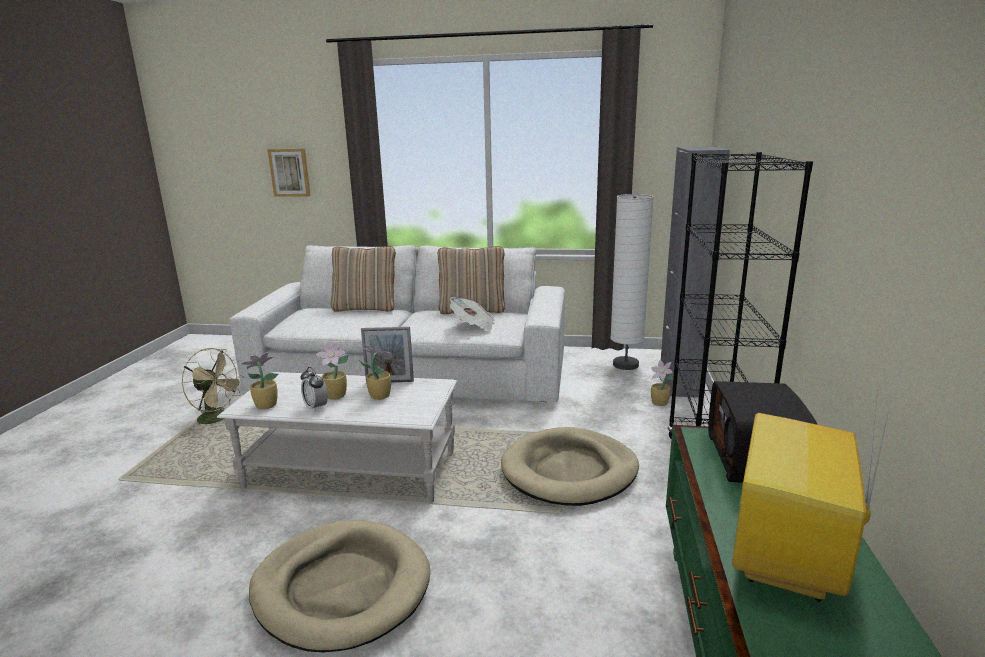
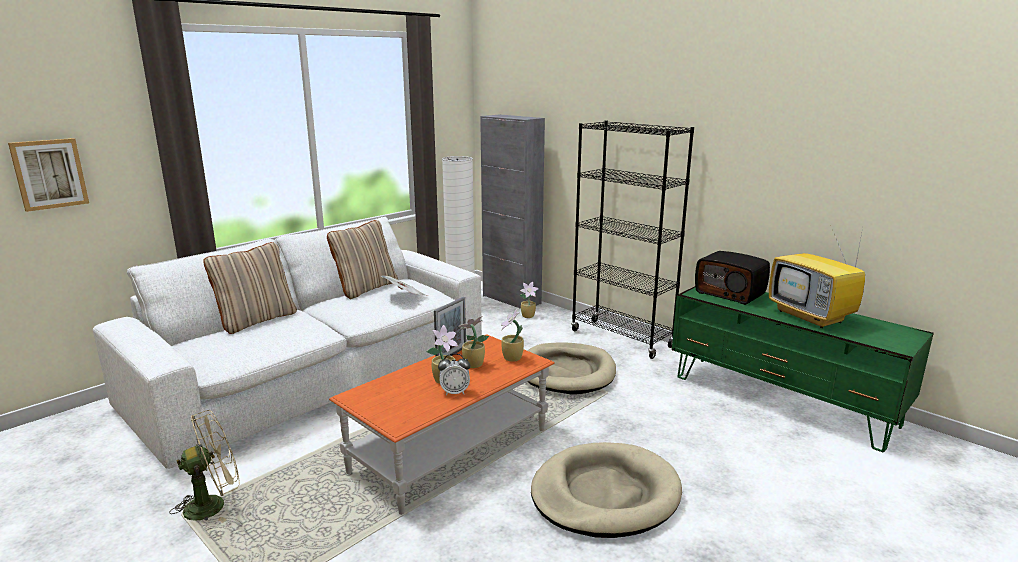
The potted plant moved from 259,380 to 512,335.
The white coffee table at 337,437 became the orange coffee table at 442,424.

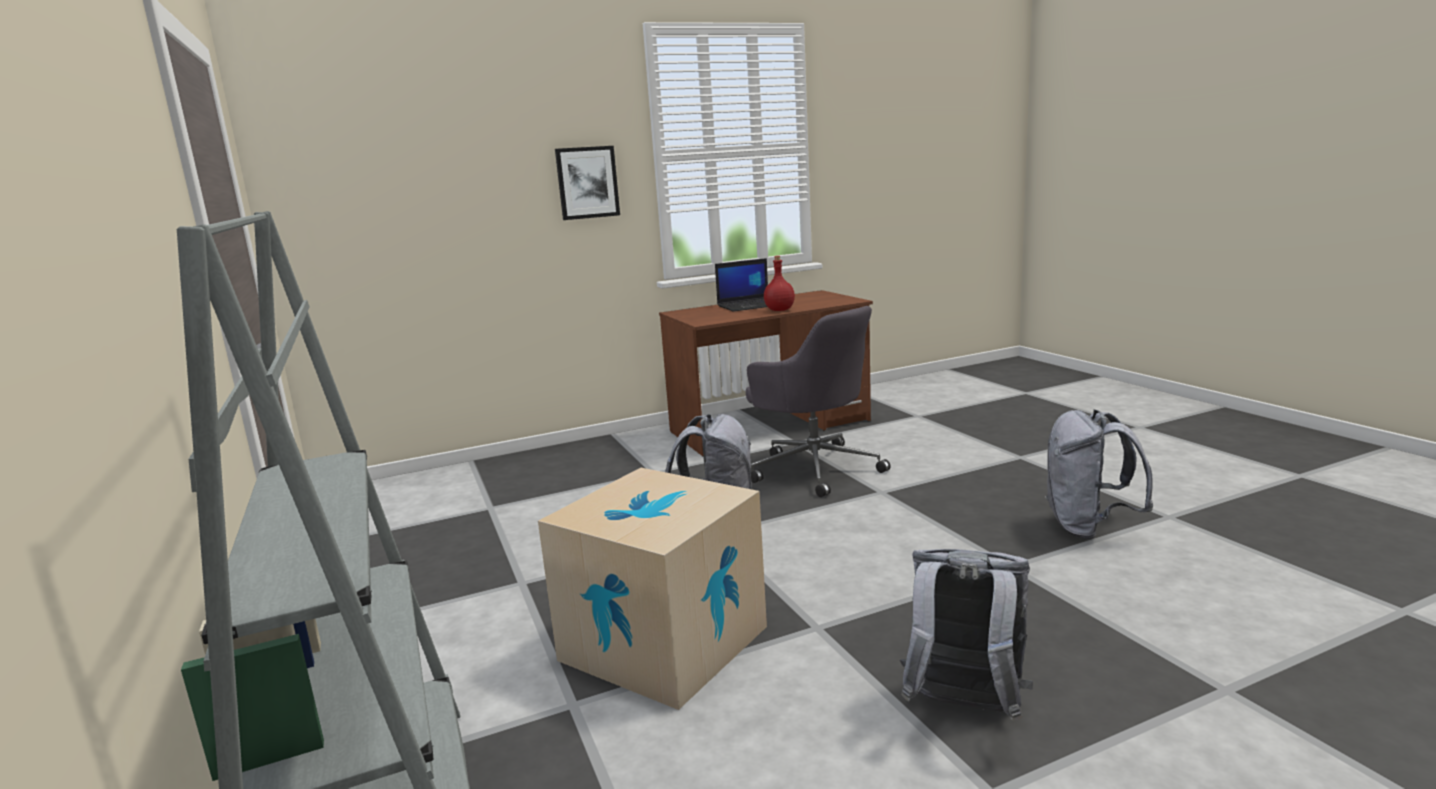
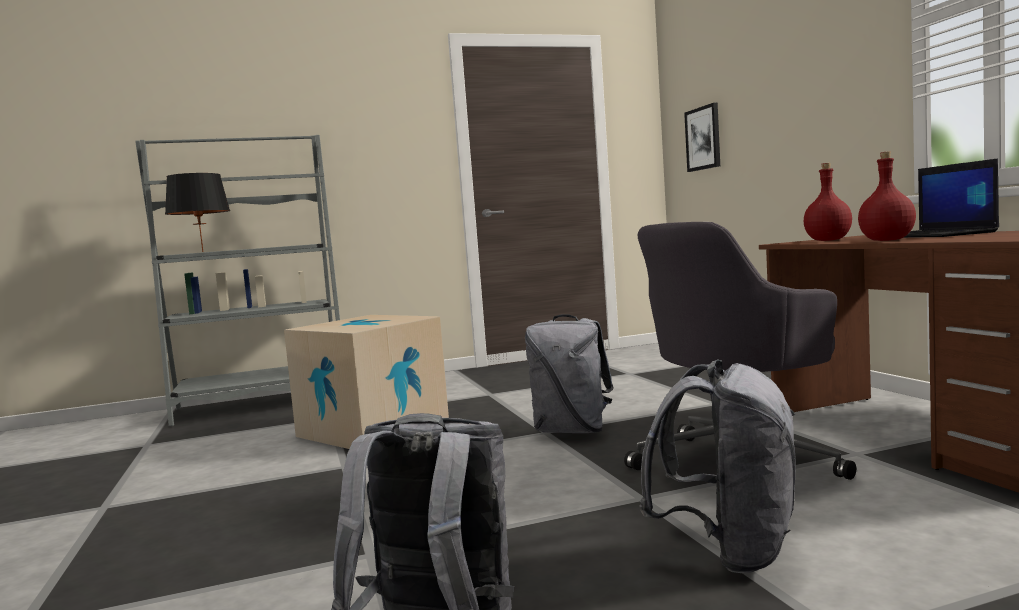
The picture moved from 587,183 to 702,137.
The grey backpack moved from 966,635 to 717,466.
The red bottle at 828,202 appeared.
The black table lamp at 197,212 appeared.

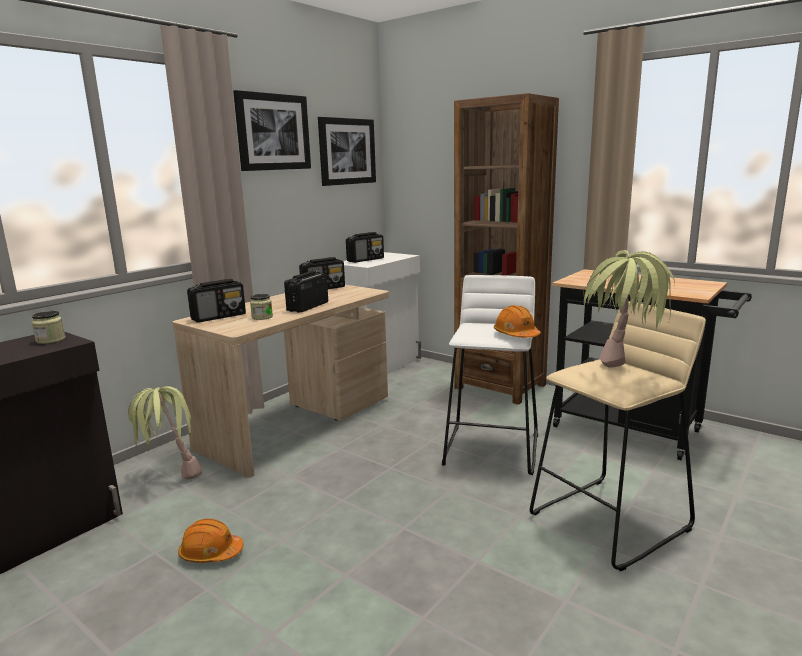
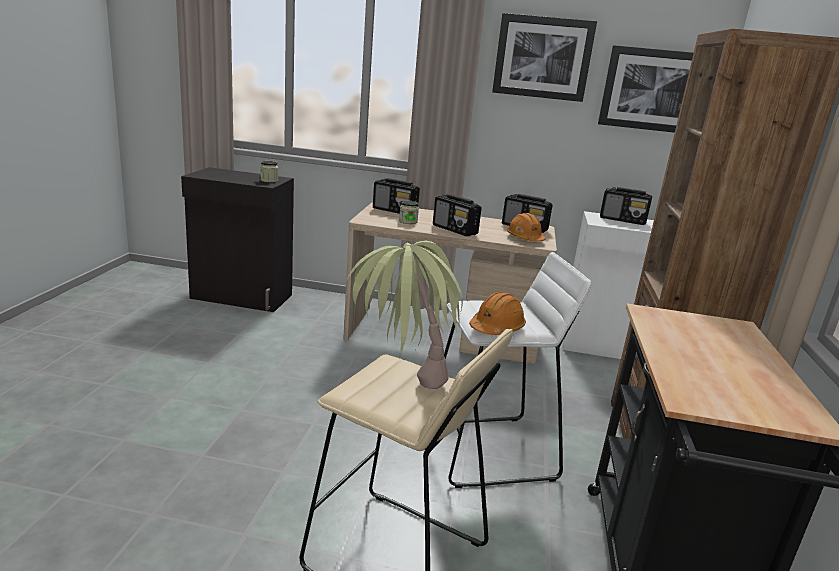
The radio at 306,292 turned 135 degrees counterclockwise.
The potted plant at 165,432 disappeared.
The orange hard hat moved from 210,540 to 526,227.

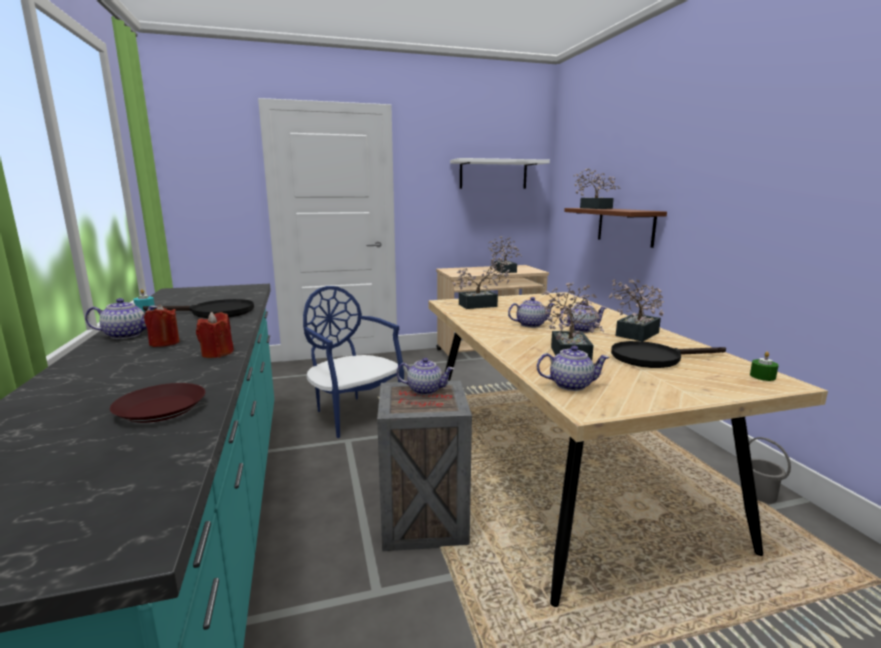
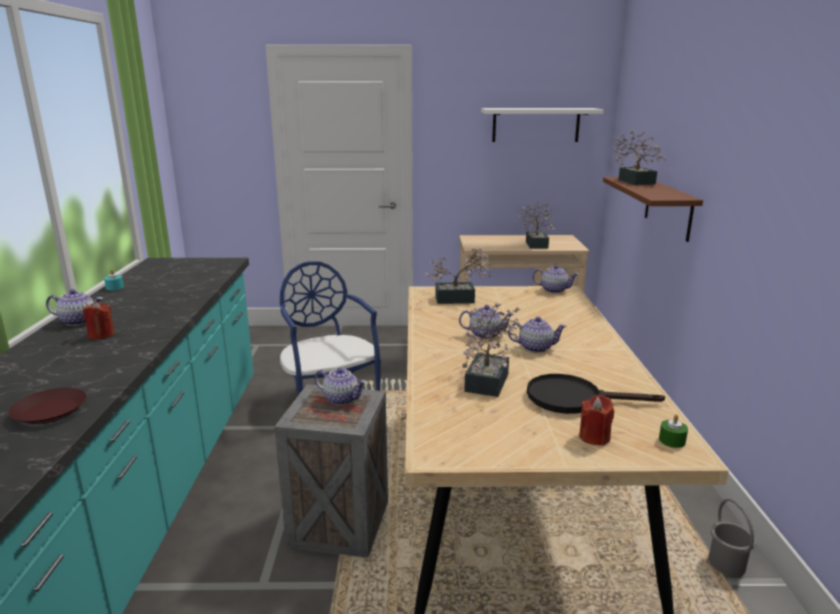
The potted plant at 636,310 disappeared.
The black frying pan at 198,308 disappeared.
The red candle moved from 215,335 to 596,420.
The teapot moved from 573,368 to 555,279.

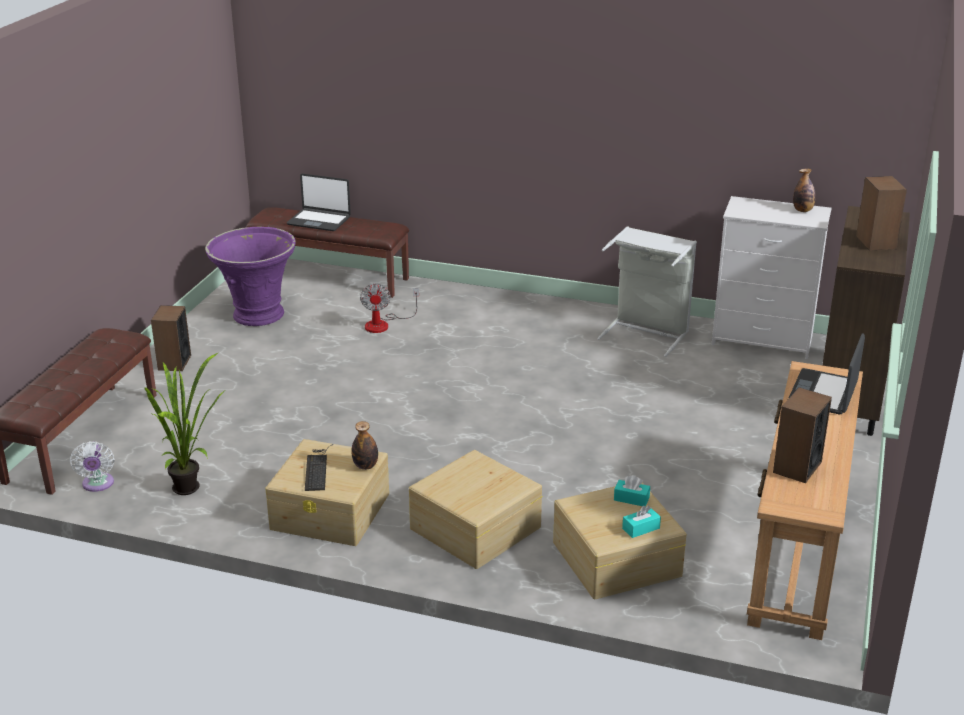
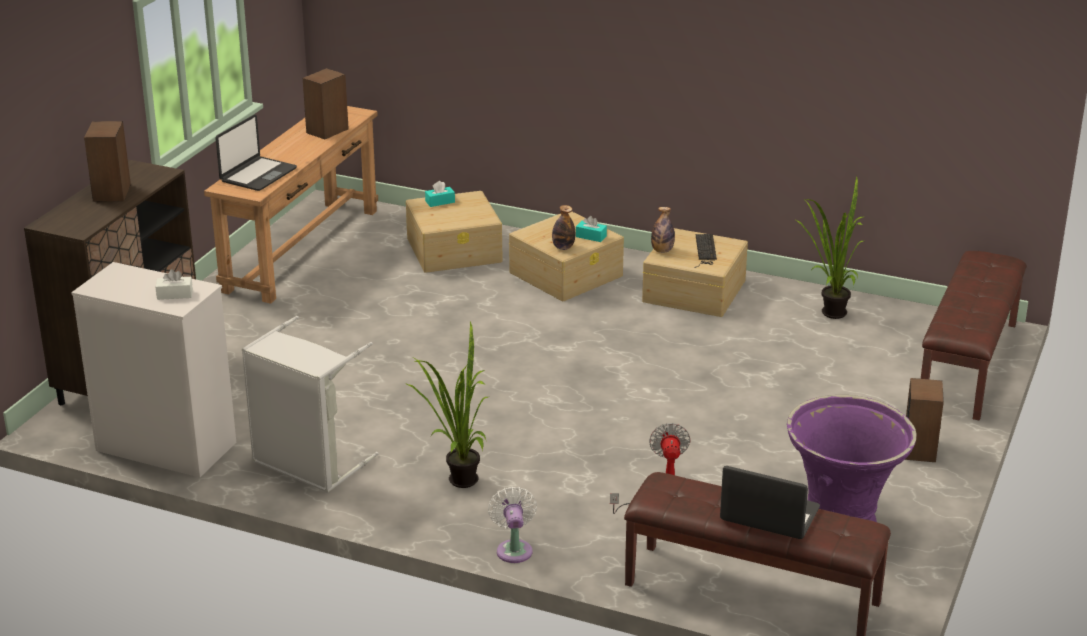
The bottle moved from 804,190 to 563,227.
The white fan moved from 92,466 to 512,524.
The turquoise tissue box moved from 632,491 to 591,229.
The white tissue box at 174,284 appeared.
The potted plant at 446,404 appeared.

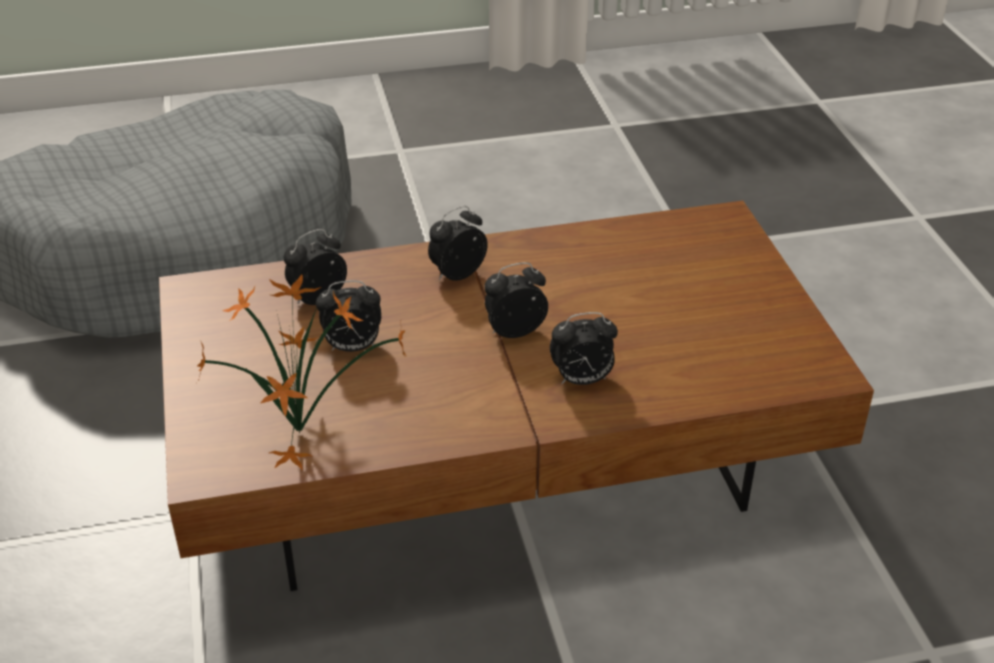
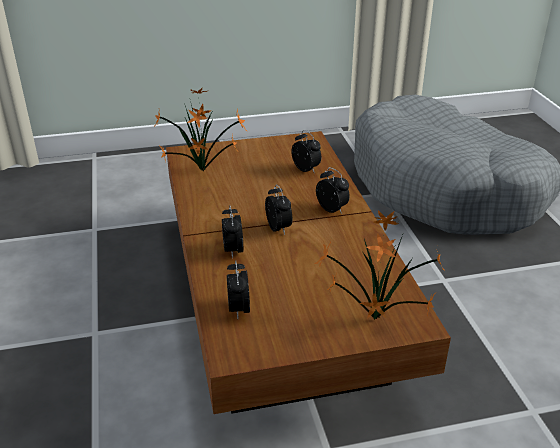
The alarm clock moved from 348,316 to 238,289.
The potted plant at 379,265 appeared.

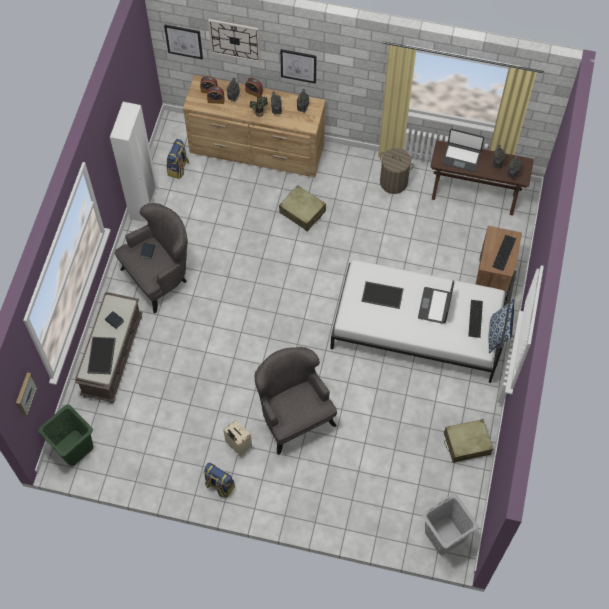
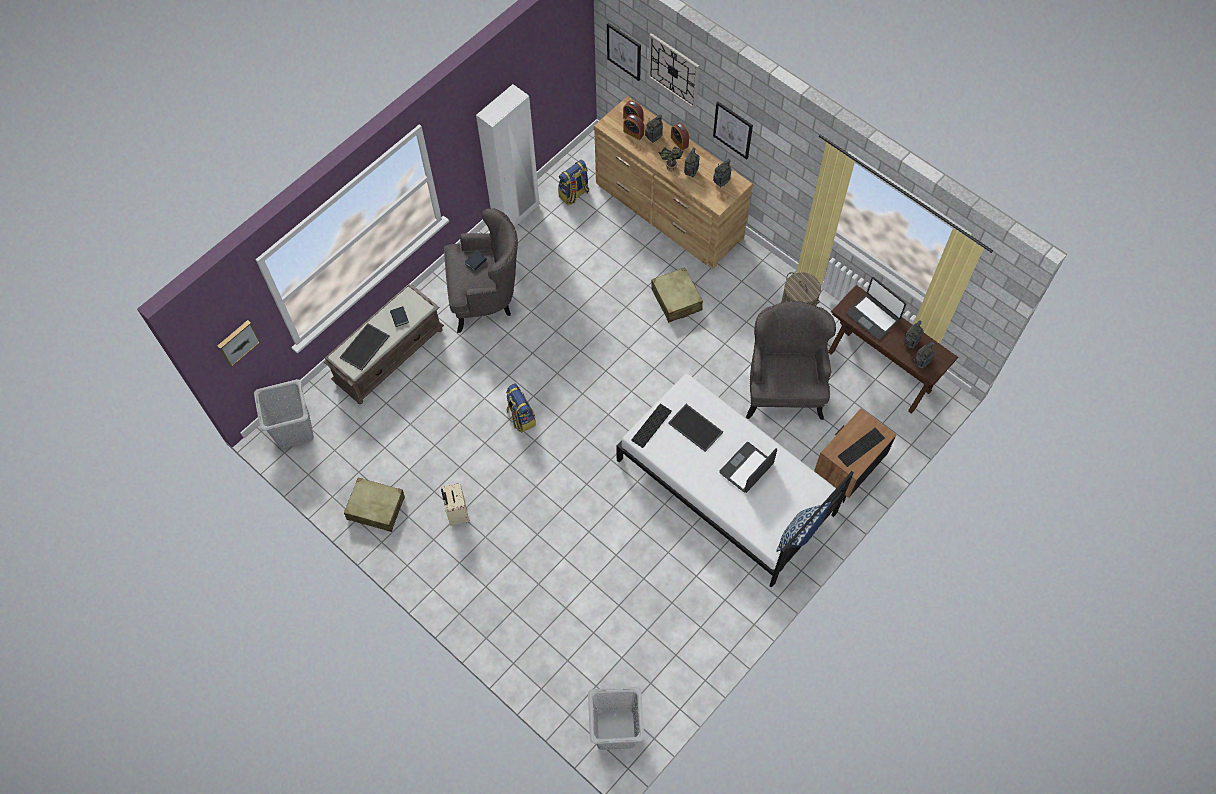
The keyboard moved from 475,319 to 651,426.
The grey armchair moved from 296,401 to 791,360.
The green laundry basket at 65,435 became the grey laundry basket at 284,413.
The beige suitcase moved from 468,441 to 374,505.
The backpack moved from 219,480 to 521,408.

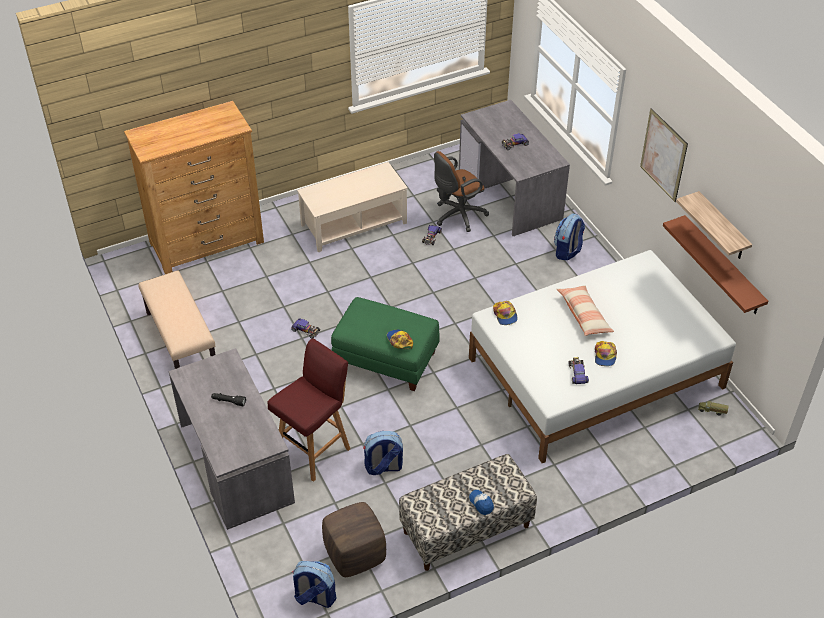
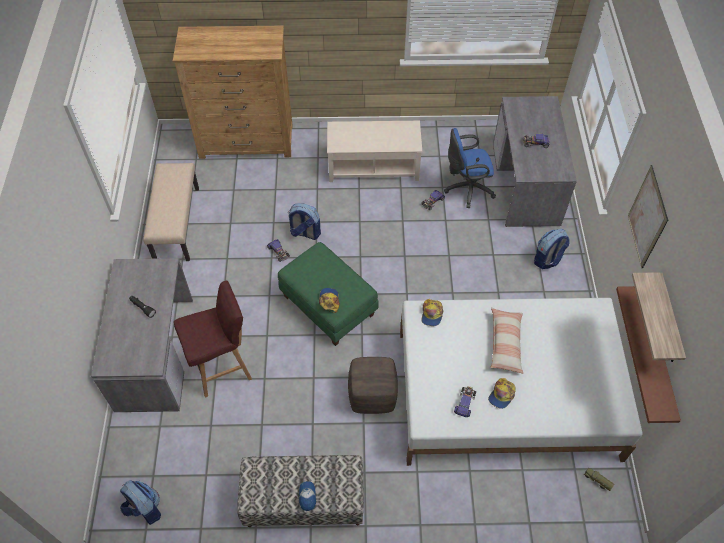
The brown office chair at 461,191 became the blue office chair at 470,168.
The backpack moved from 383,453 to 304,221.
The brown ottoman moved from 354,539 to 373,385.

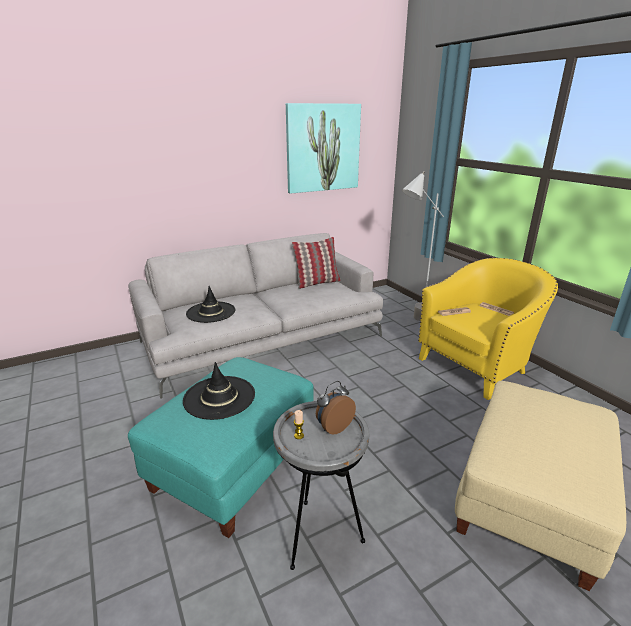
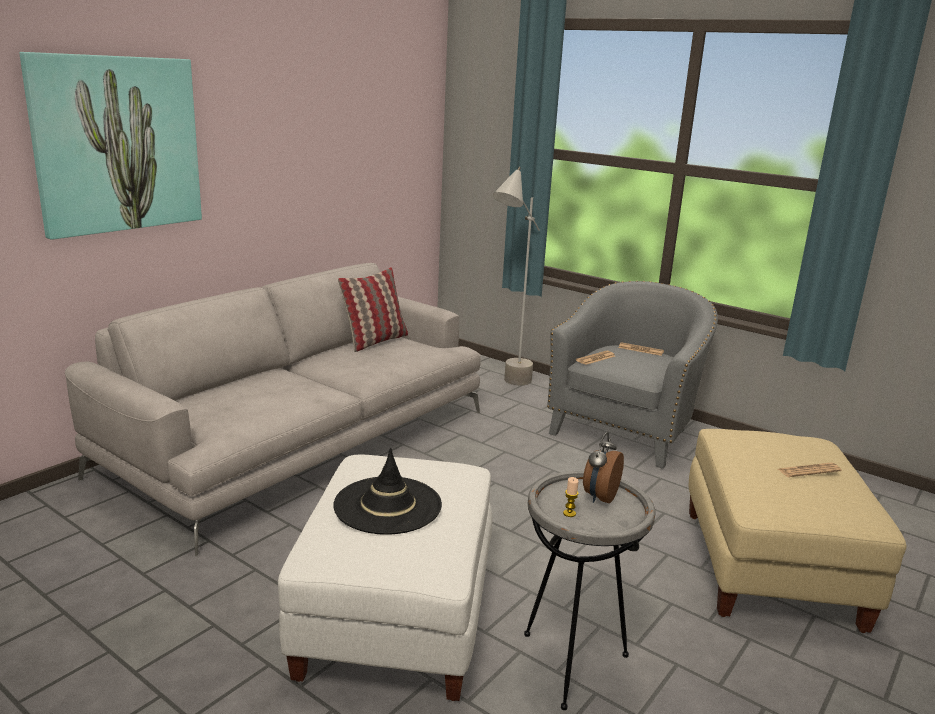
The picture moved from 323,148 to 110,146.
The yellow armchair at 488,329 became the grey armchair at 632,375.
The black hat at 210,304 disappeared.
The turquoise ottoman at 221,447 became the white ottoman at 385,578.
The newspaper at 809,470 appeared.

